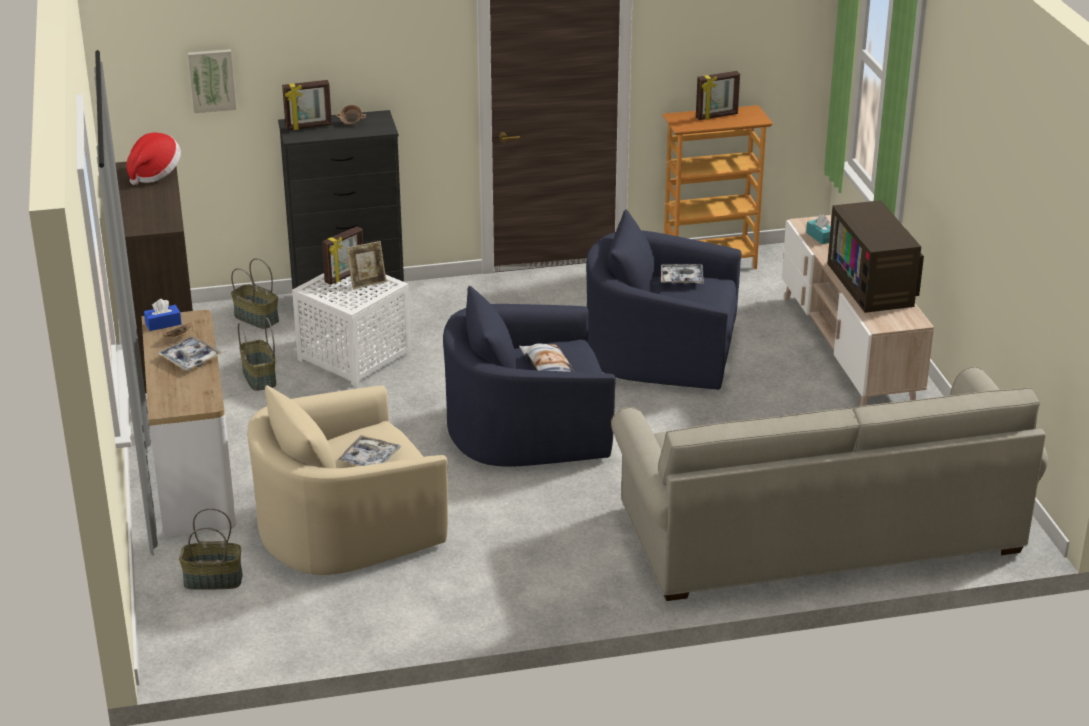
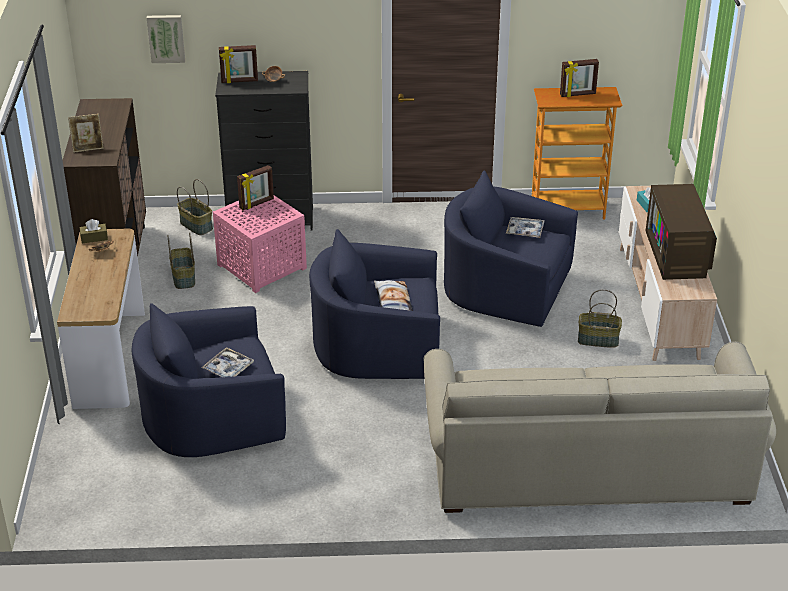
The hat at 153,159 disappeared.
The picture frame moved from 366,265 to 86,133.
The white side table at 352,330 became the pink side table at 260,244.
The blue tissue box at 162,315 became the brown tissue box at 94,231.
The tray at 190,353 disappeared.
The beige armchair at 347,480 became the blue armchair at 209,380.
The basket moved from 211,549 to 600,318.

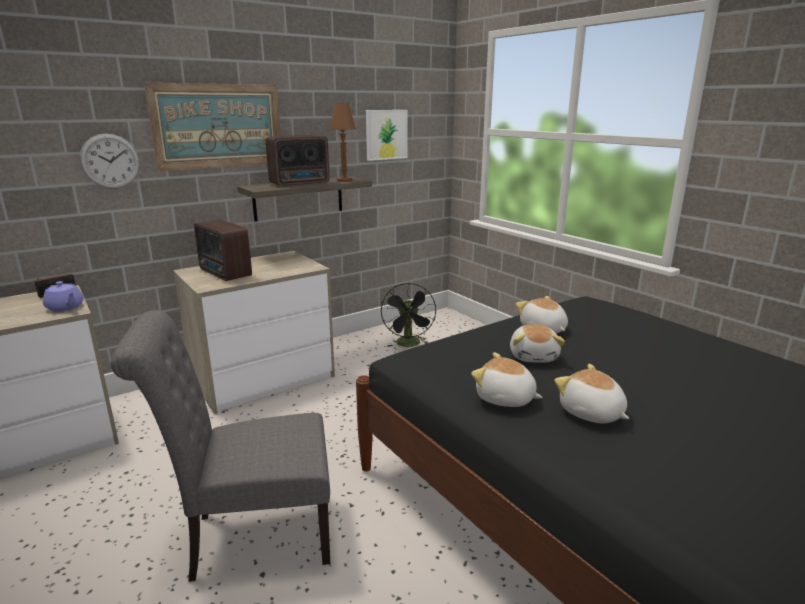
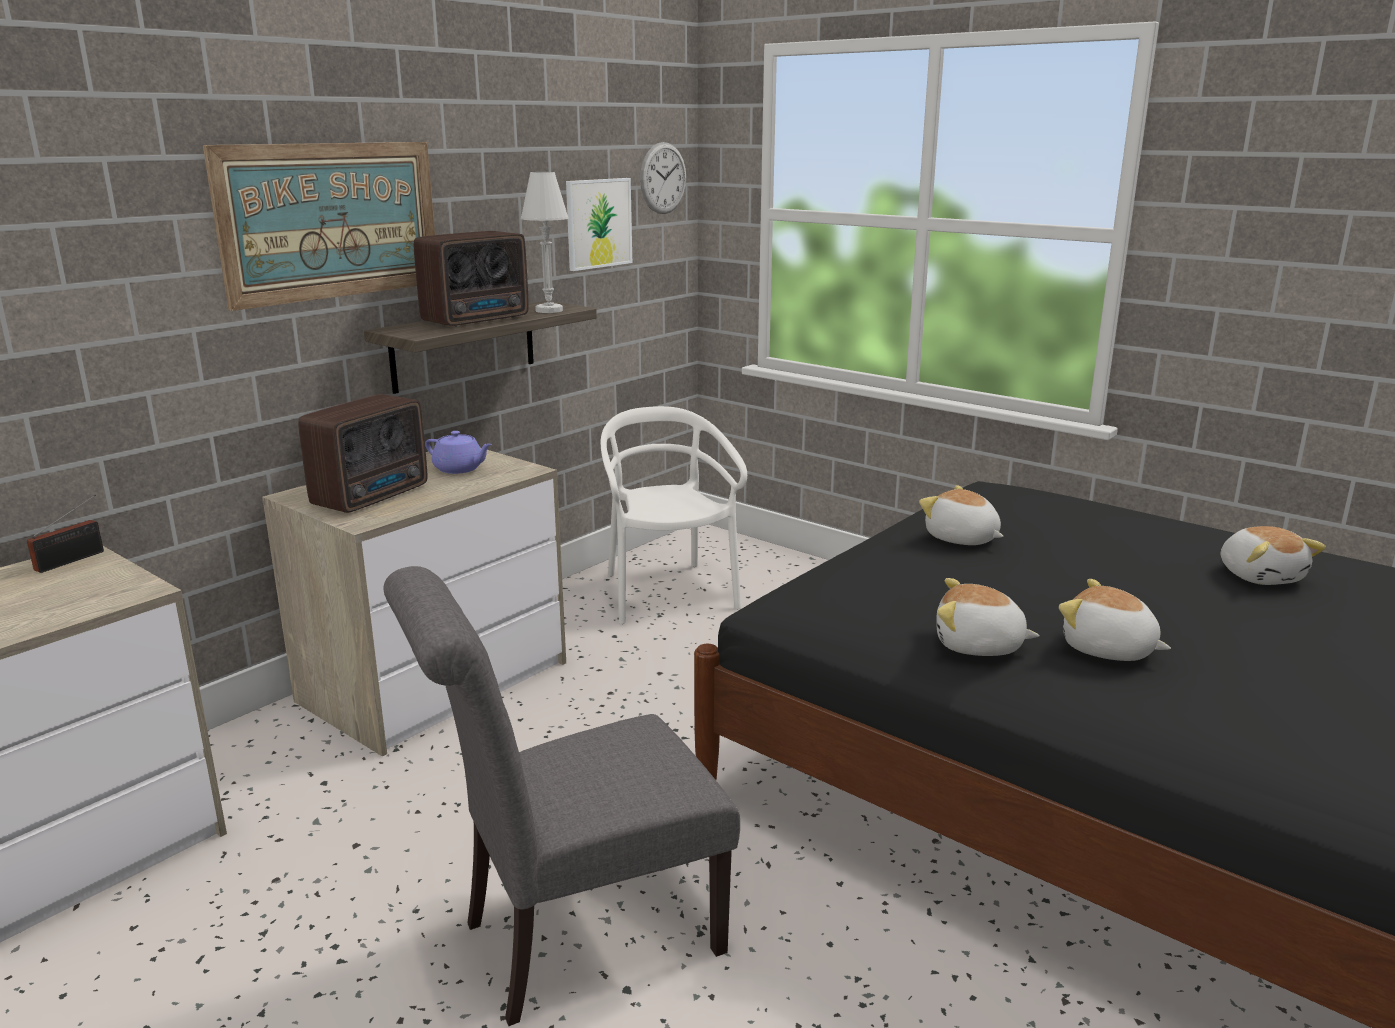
The brown table lamp at 342,142 became the white table lamp at 545,242.
The wall clock moved from 109,161 to 663,178.
The radio at 223,250 turned 90 degrees counterclockwise.
The purple teapot moved from 63,296 to 458,452.
The black fan at 408,315 was replaced by the white chair at 674,515.
The plush toy moved from 537,343 to 1273,555.

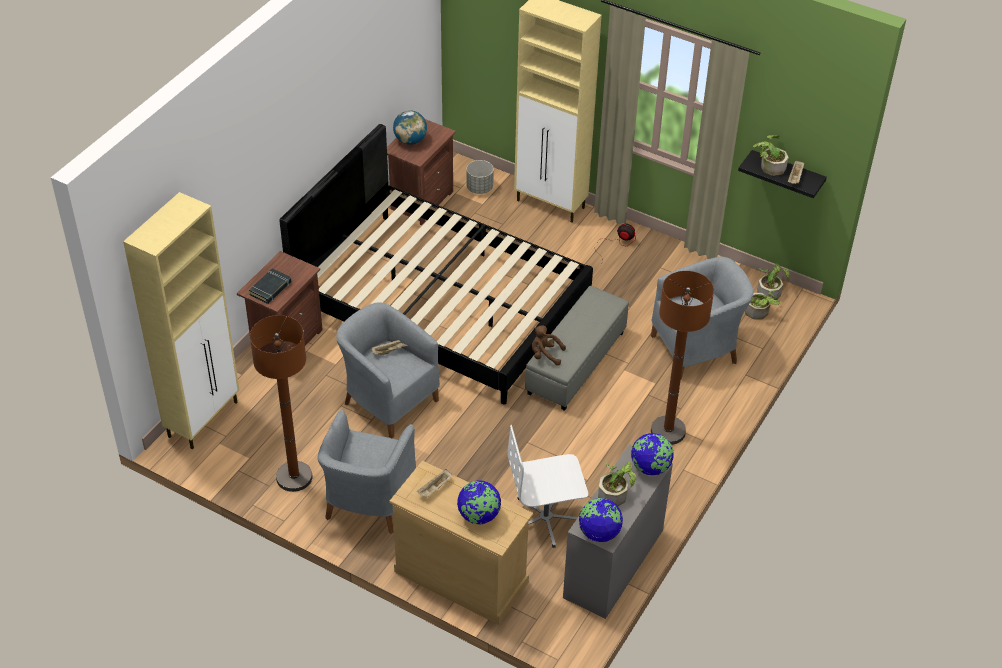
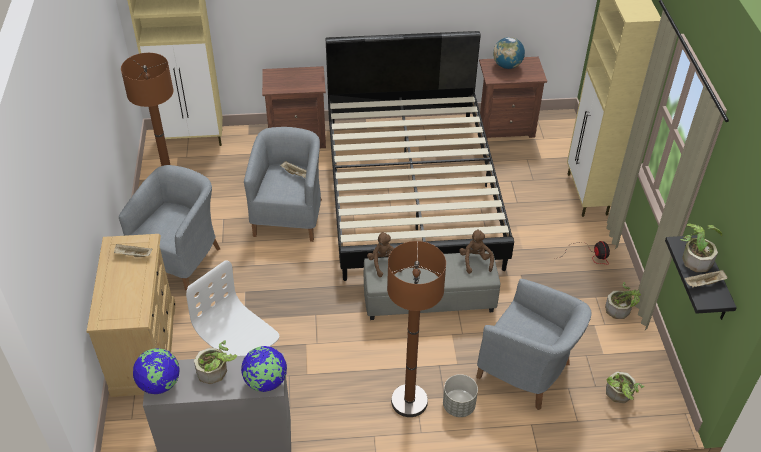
The grey planter moved from 480,177 to 460,395.
The potted plant moved from 773,282 to 623,300.
The black book at 270,286 disappeared.
The grey armchair at 366,472 turned 135 degrees clockwise.
The globe at 479,502 disappeared.
The brown plush toy at 476,251 appeared.

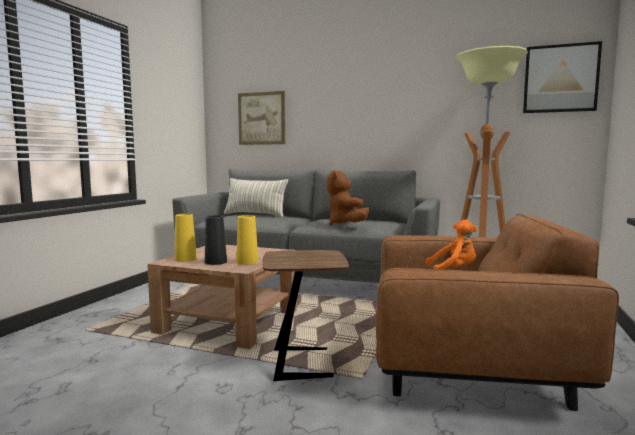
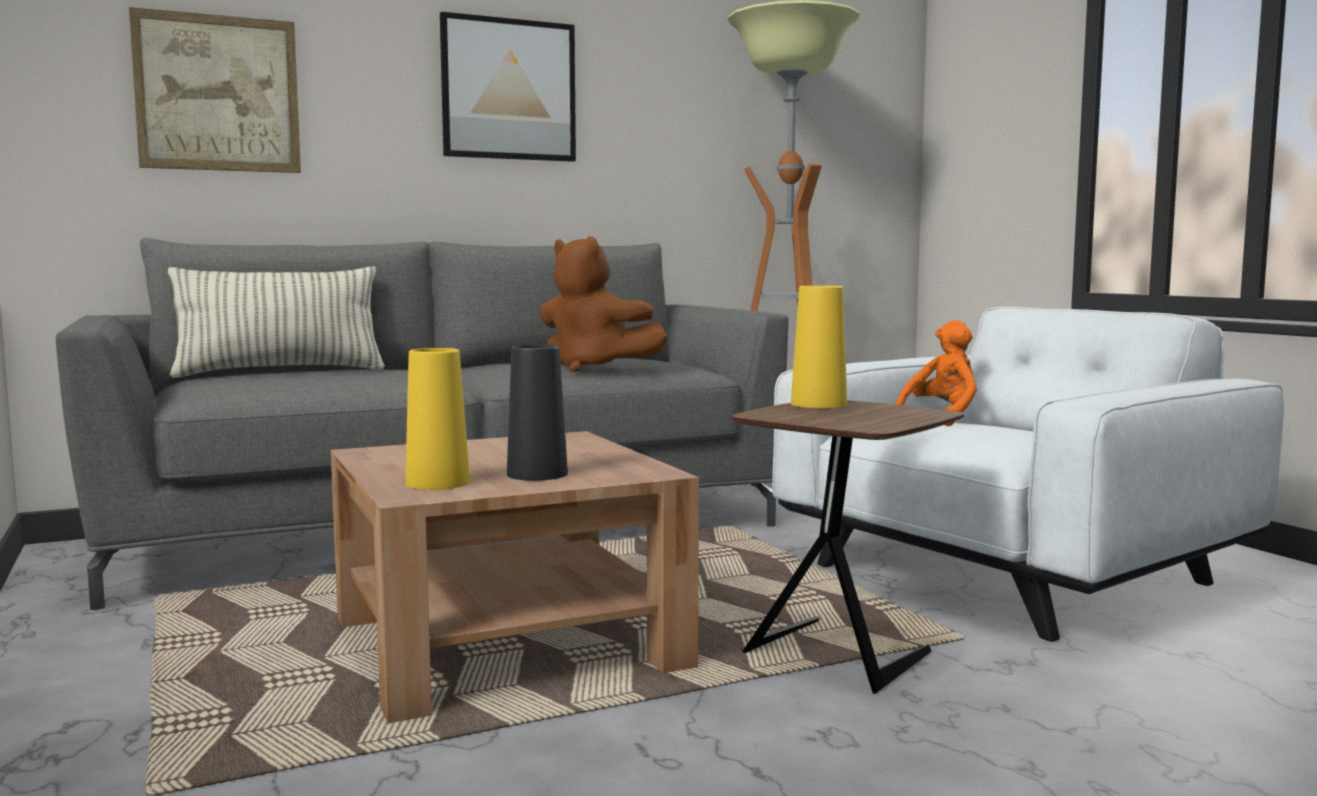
The picture moved from 562,77 to 508,87.
The brown armchair at 497,312 became the white armchair at 1028,474.
The yellow vase moved from 247,240 to 819,347.

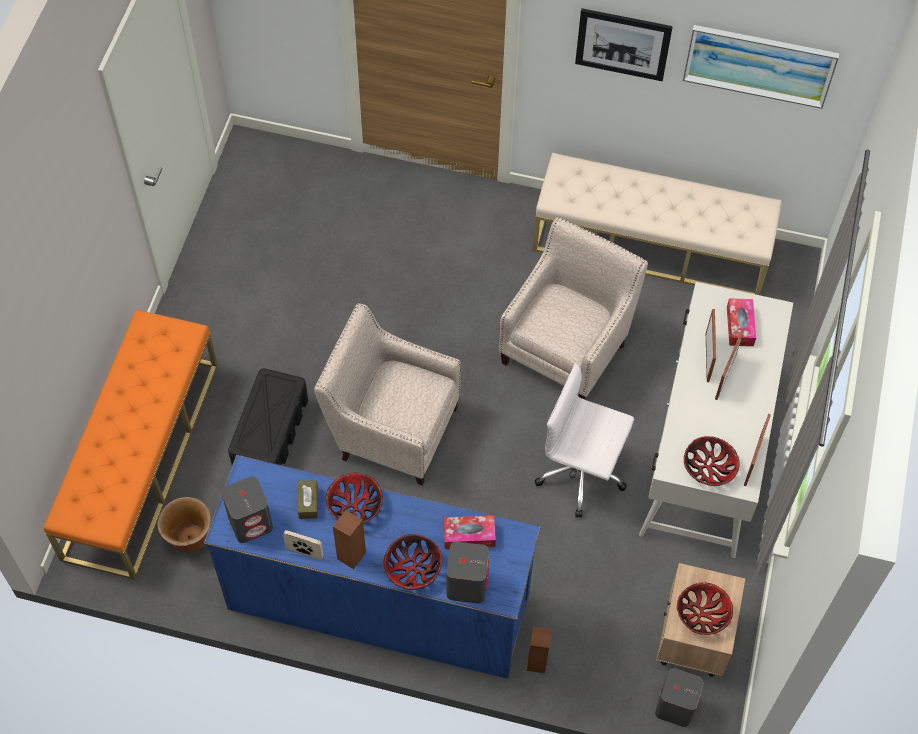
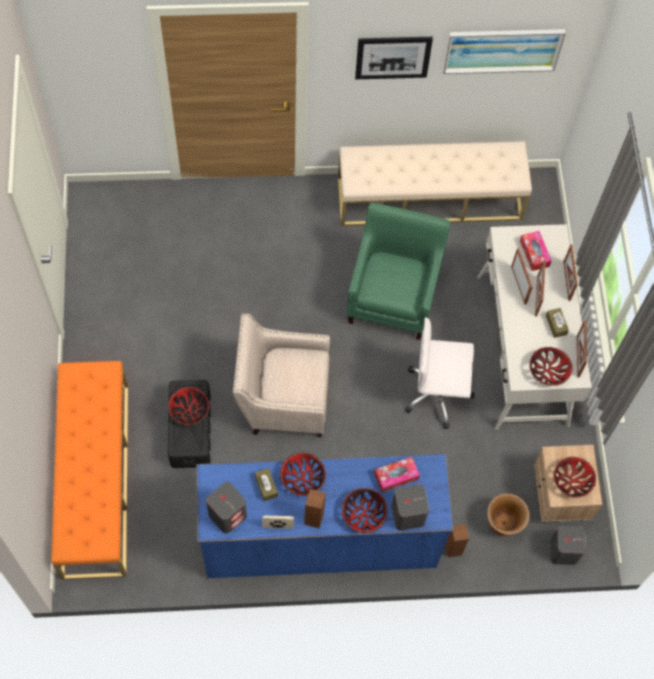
The beige armchair at 573,308 became the green armchair at 398,271.
The brown planter moved from 184,525 to 508,514.
The picture frame at 571,272 appeared.
The brown tissue box at 557,323 appeared.
The bowl at 188,406 appeared.

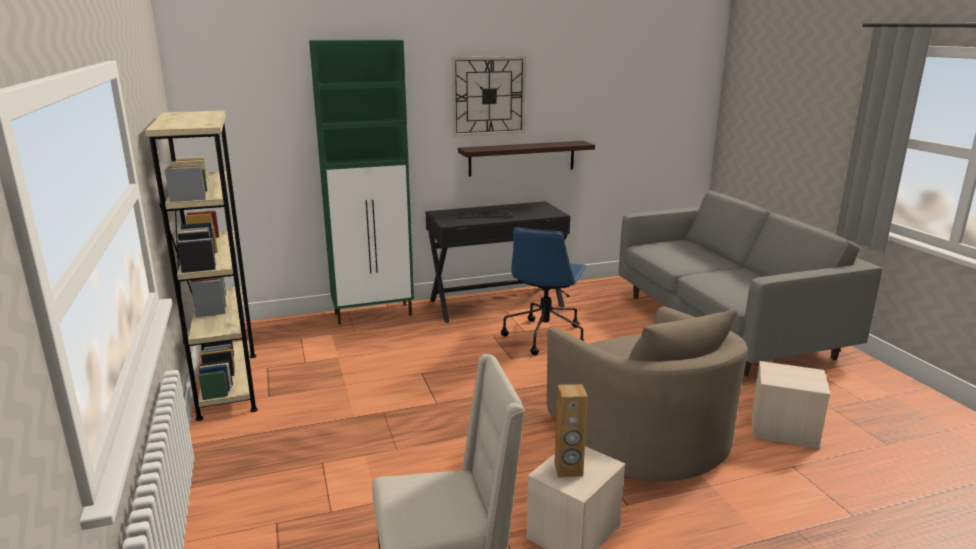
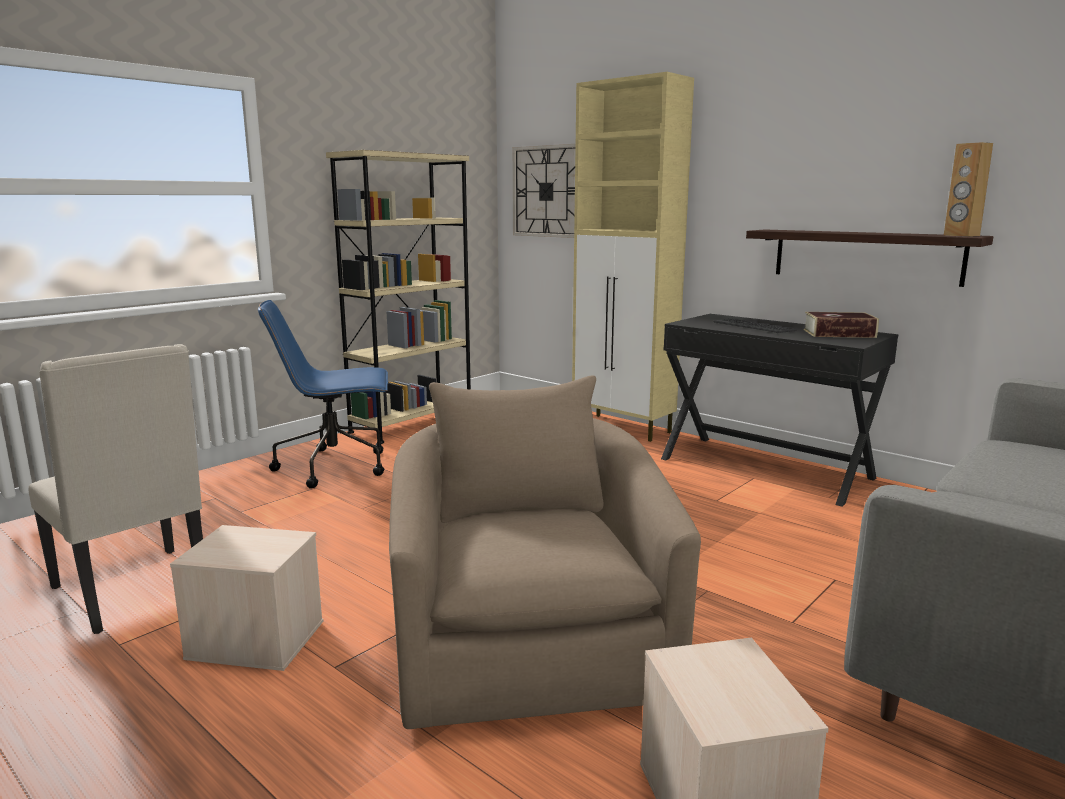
The green cabinet at 361,182 became the beige cabinet at 633,257.
The wall clock moved from 489,96 to 544,191.
The blue office chair moved from 544,291 to 323,394.
The beige armchair at 647,393 turned 135 degrees clockwise.
The brown speaker moved from 571,430 to 968,189.
The book at 841,325 appeared.

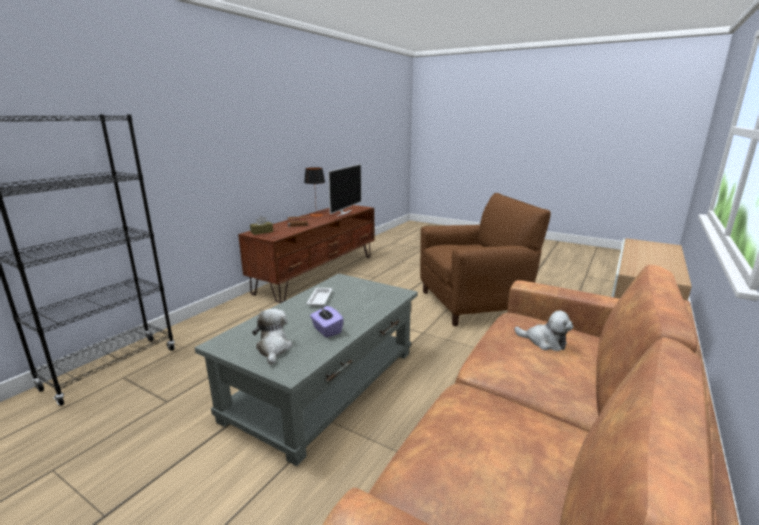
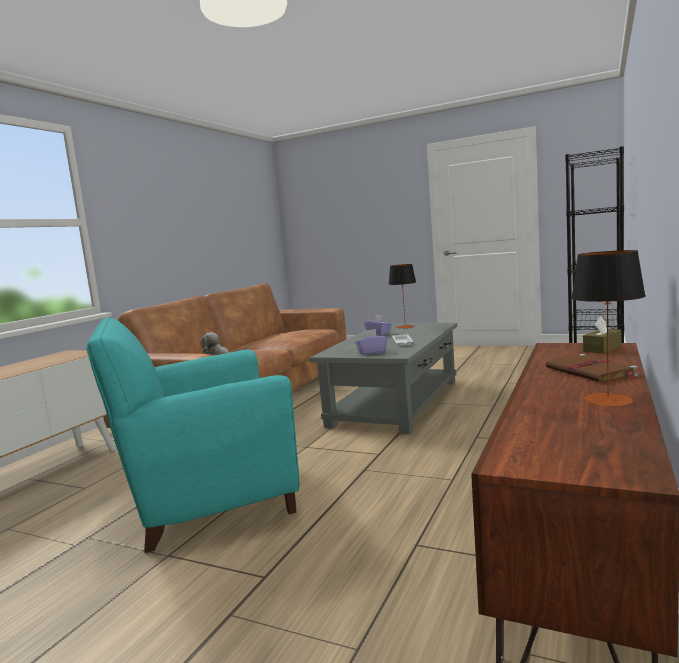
The television at 345,190 disappeared.
The brown armchair at 485,259 became the turquoise armchair at 192,435.
The plush toy at 272,337 was replaced by the table lamp at 402,296.
The purple tissue box at 371,342 appeared.

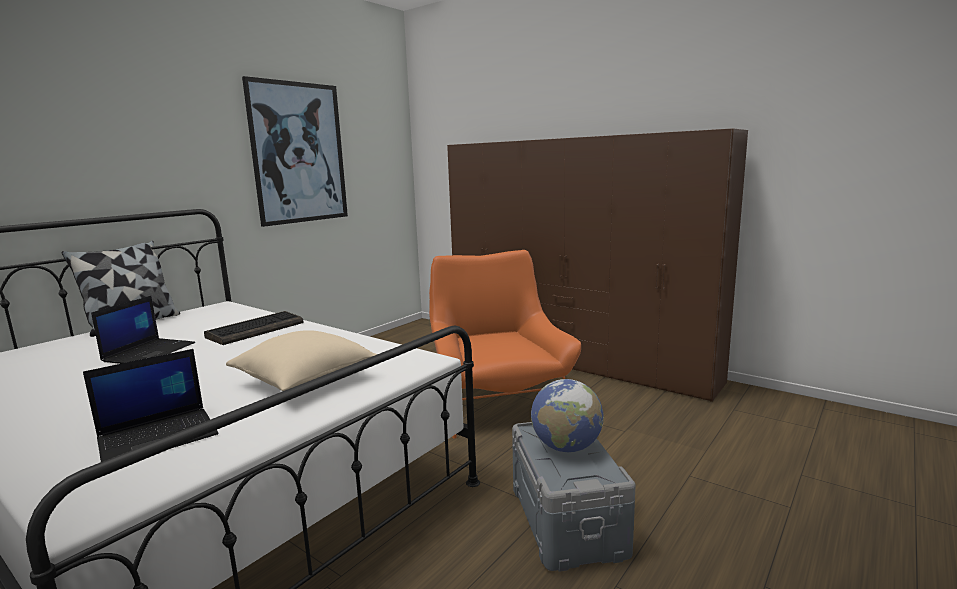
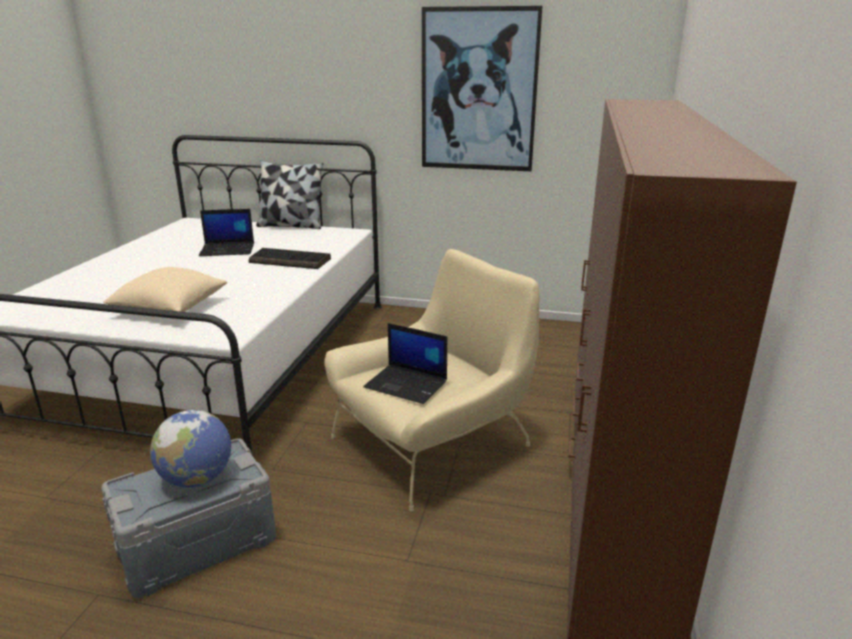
The orange armchair at 505,344 became the beige armchair at 432,380.
The laptop moved from 151,405 to 405,363.

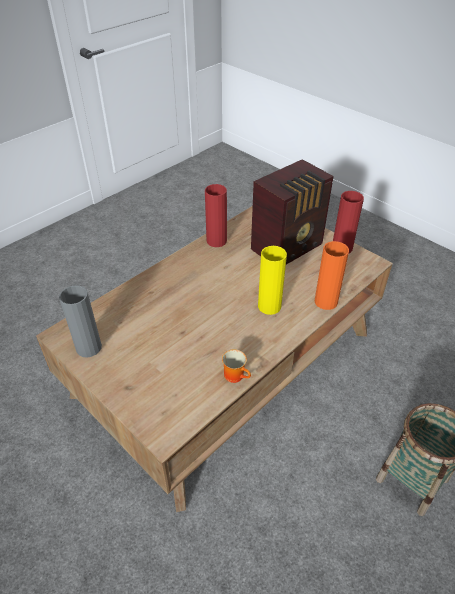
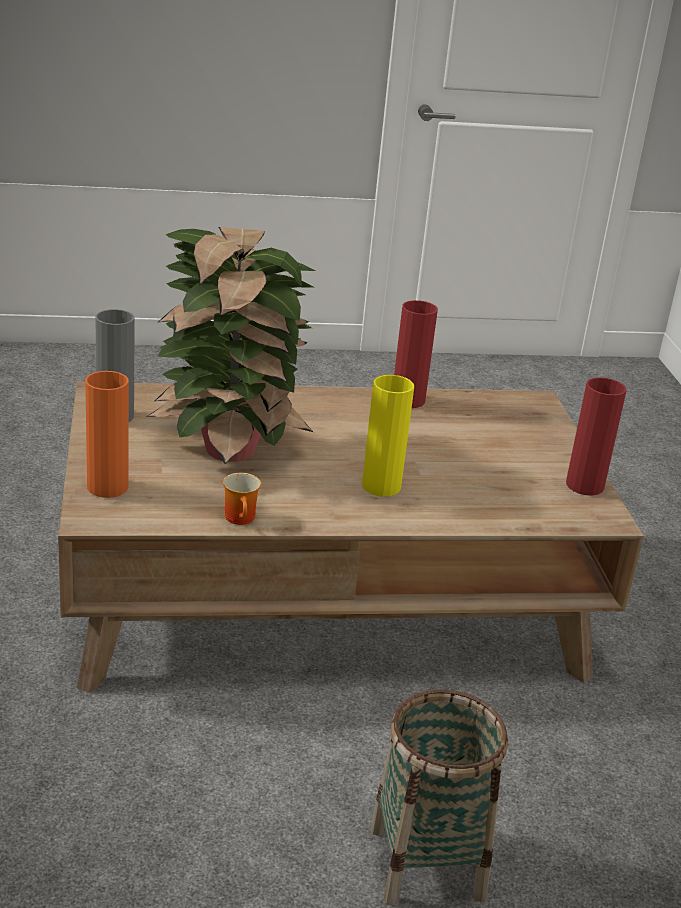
The radio at 292,212 disappeared.
The orange vase moved from 332,275 to 107,434.
The potted plant at 231,345 appeared.

